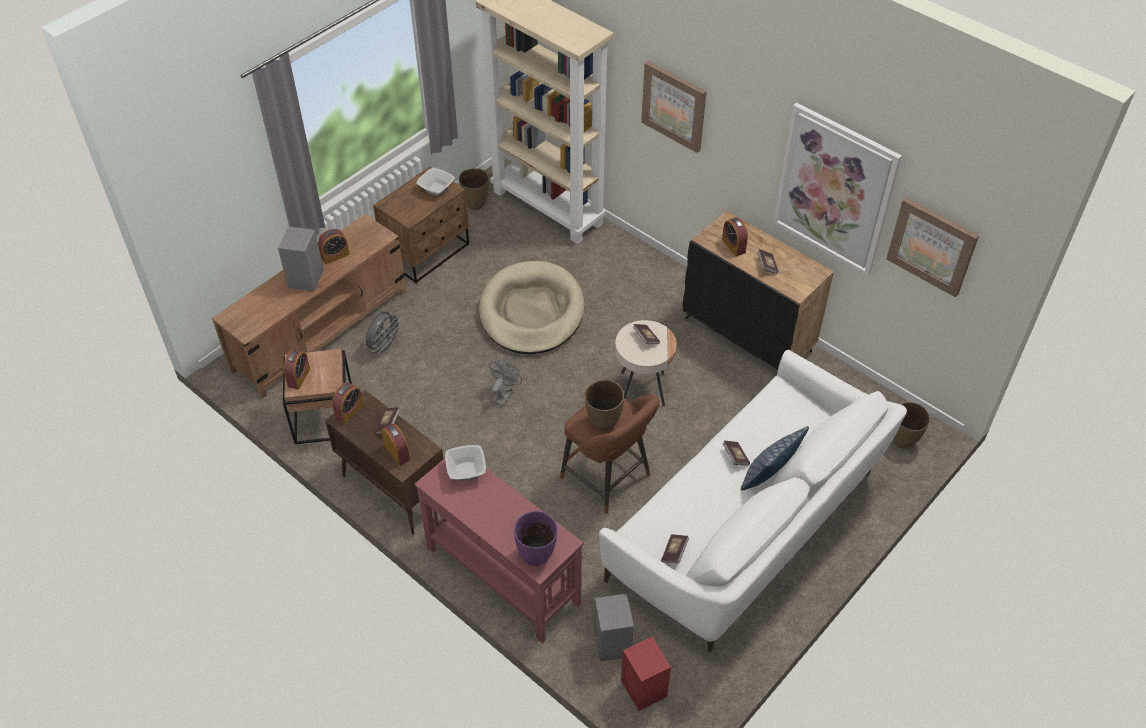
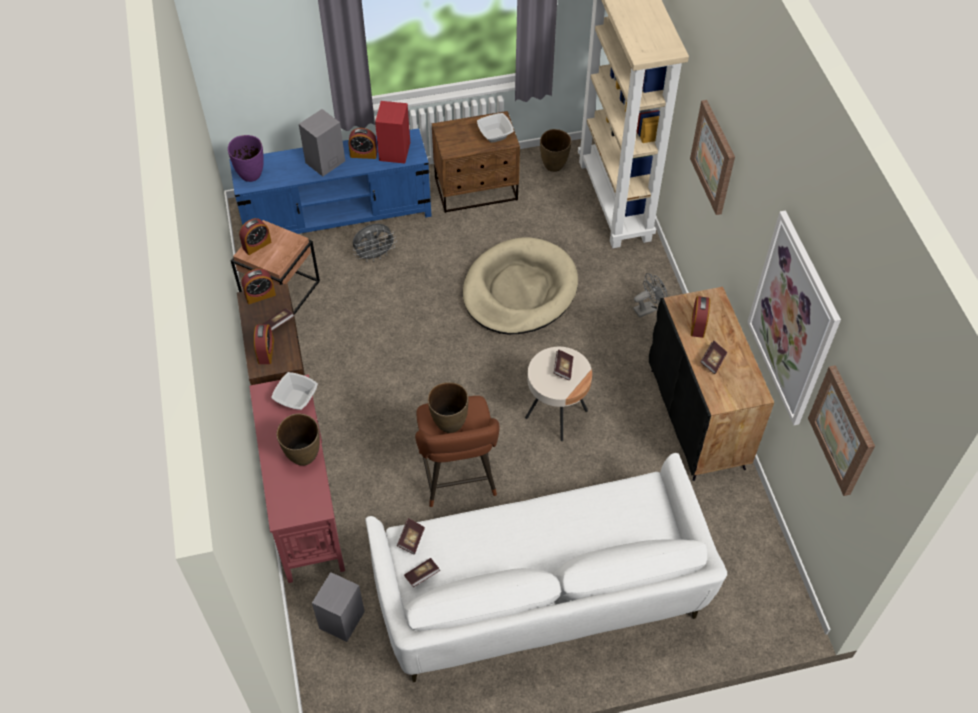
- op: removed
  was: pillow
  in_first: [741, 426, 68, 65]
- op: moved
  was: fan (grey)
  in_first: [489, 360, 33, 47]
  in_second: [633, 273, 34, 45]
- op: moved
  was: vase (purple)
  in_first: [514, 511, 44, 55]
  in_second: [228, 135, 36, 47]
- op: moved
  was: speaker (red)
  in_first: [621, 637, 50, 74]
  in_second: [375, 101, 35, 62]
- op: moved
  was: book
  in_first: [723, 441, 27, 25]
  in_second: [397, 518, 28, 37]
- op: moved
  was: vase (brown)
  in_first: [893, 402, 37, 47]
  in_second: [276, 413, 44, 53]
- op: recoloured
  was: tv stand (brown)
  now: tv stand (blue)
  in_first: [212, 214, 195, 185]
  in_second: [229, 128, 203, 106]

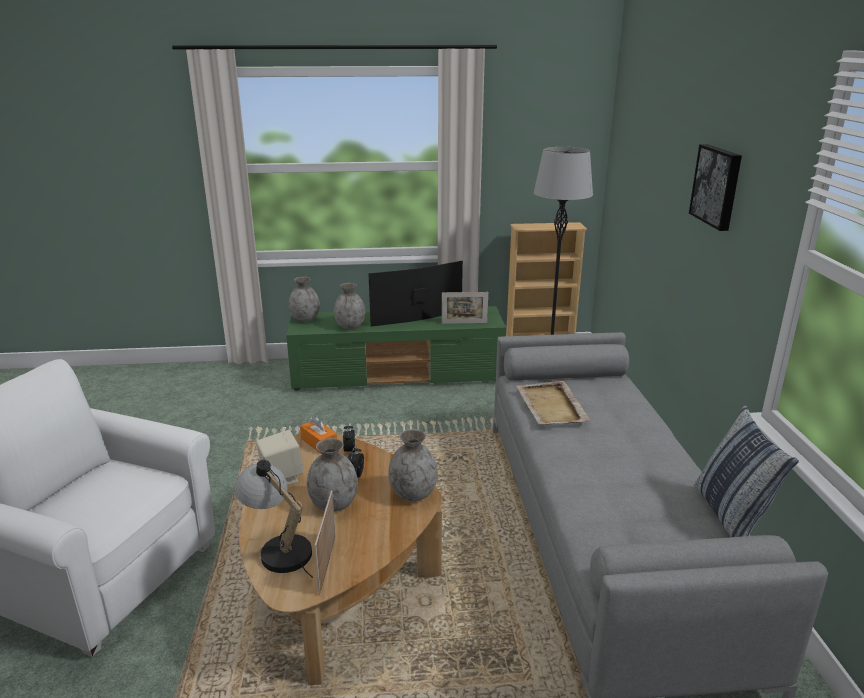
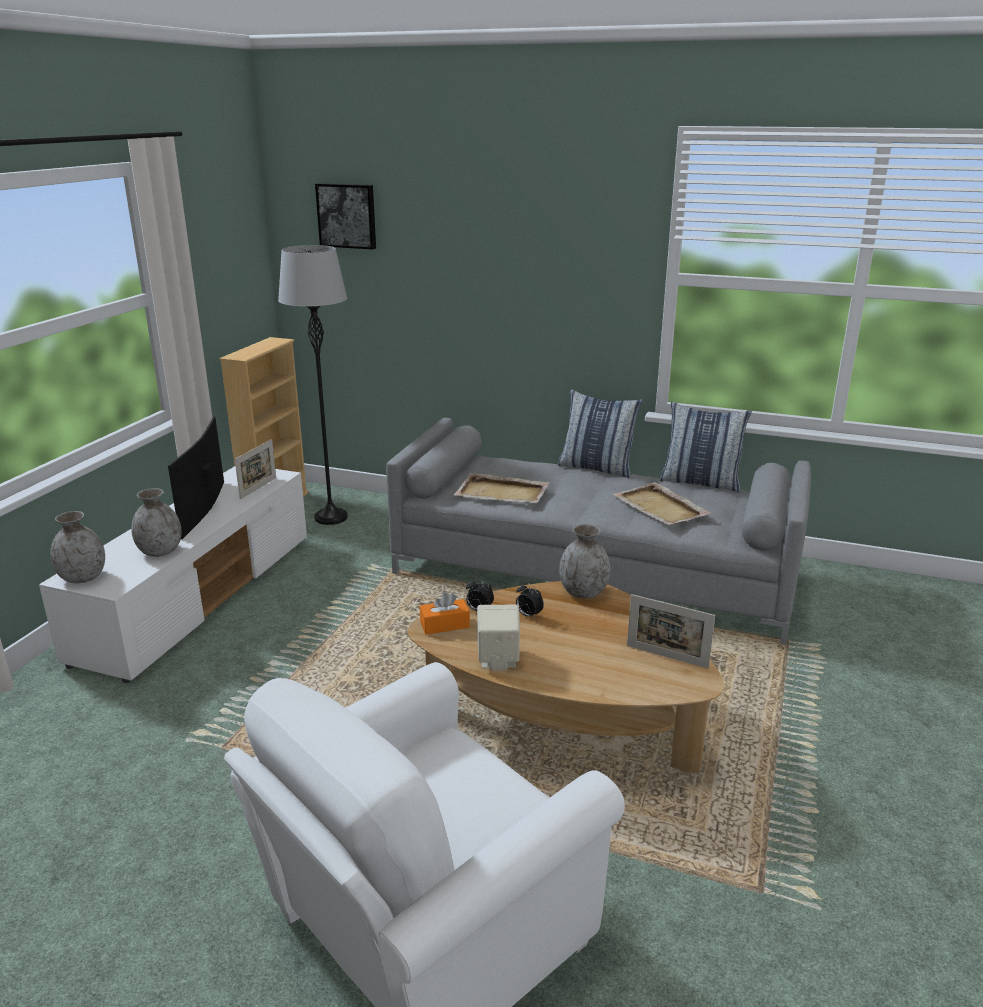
- op: removed
  was: table lamp
  in_first: [235, 460, 78, 118]
- op: removed
  was: vase (grey)
  in_first: [307, 438, 51, 74]
- op: added
  now: pillow
  in_second: [558, 389, 85, 89]
- op: added
  now: tray (beige)
  in_second: [612, 482, 99, 43]
- op: moved
  was: picture
  in_first: [689, 144, 53, 87]
  in_second: [315, 183, 61, 66]
- op: recoloured
  was: tv stand (green)
  now: tv stand (white)
  in_first: [286, 306, 220, 85]
  in_second: [39, 466, 268, 217]

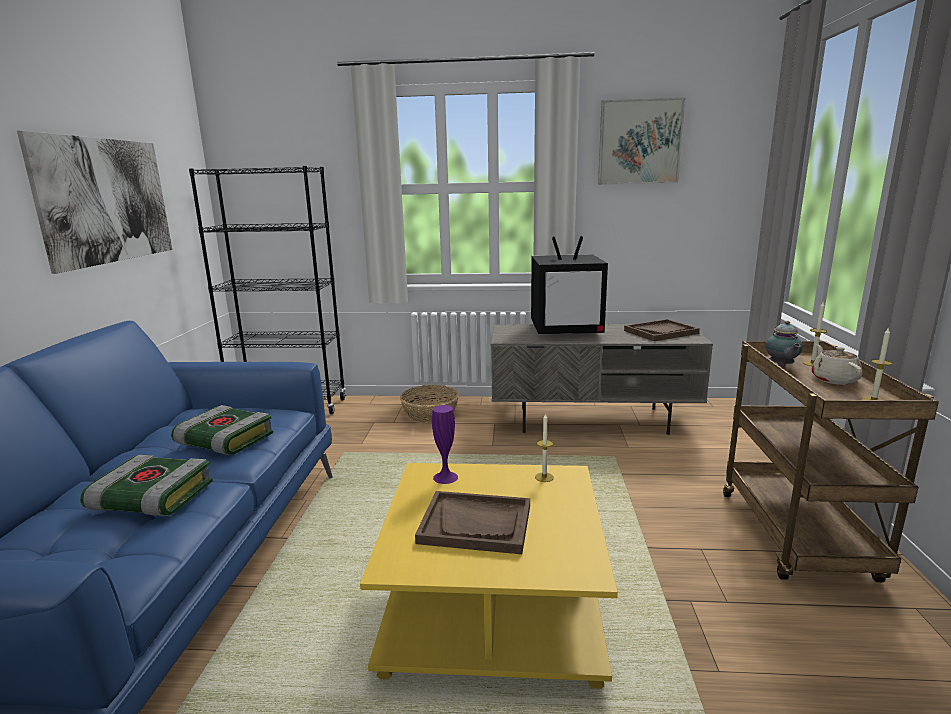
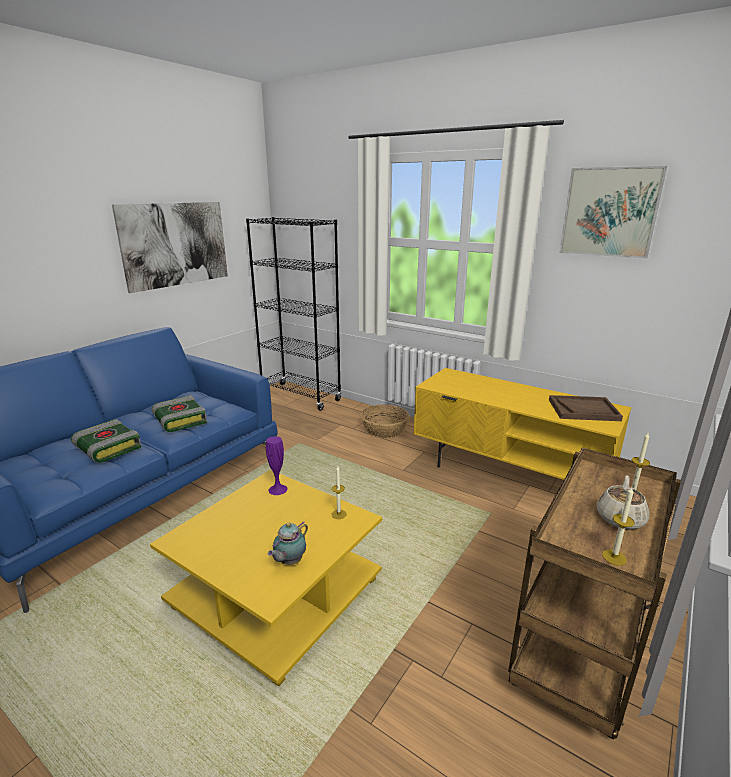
- op: removed
  was: tray (brown)
  in_first: [415, 491, 115, 63]
- op: removed
  was: television
  in_first: [531, 236, 77, 98]
- op: moved
  was: teapot
  in_first: [766, 321, 37, 46]
  in_second: [268, 522, 40, 43]
- op: recoloured
  was: tv stand (grey)
  now: tv stand (yellow)
  in_first: [491, 324, 222, 111]
  in_second: [413, 368, 219, 112]

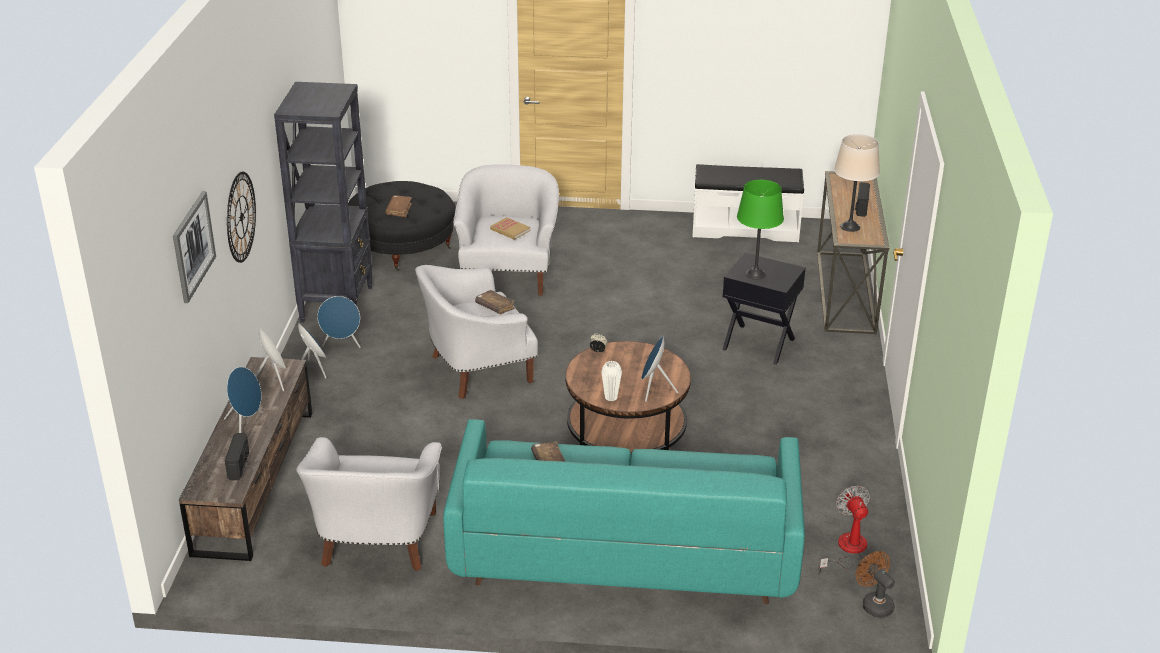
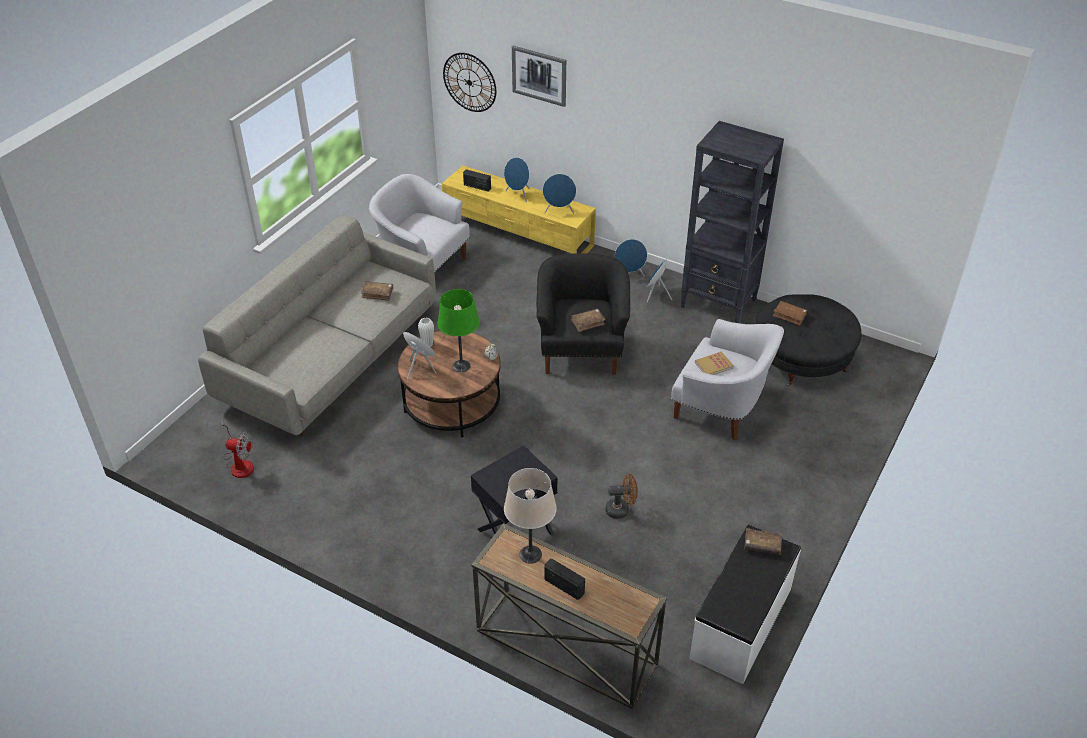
- op: added
  now: book (brown)
  in_second: [744, 528, 38, 27]
- op: moved
  was: wall clock
  in_first: [227, 172, 29, 91]
  in_second: [443, 53, 53, 59]
- op: moved
  was: table lamp (green)
  in_first: [737, 180, 47, 100]
  in_second: [438, 289, 42, 83]
- op: moved
  was: fan (brown)
  in_first: [855, 551, 40, 67]
  in_second: [605, 474, 33, 45]
- op: recoloured
  was: tv stand (brown)
  now: tv stand (yellow)
  in_first: [179, 357, 133, 204]
  in_second: [442, 165, 154, 89]
- op: recoloured
  was: speaker (white)
  now: speaker (blue)
  in_first: [255, 328, 31, 63]
  in_second: [543, 174, 33, 40]
- op: recoloured
  was: armchair (white)
  now: armchair (black)
  in_first: [415, 265, 123, 134]
  in_second: [536, 253, 94, 122]
- op: recoloured
  was: sofa (turquoise)
  now: sofa (grey)
  in_first: [443, 419, 362, 185]
  in_second: [198, 215, 238, 222]

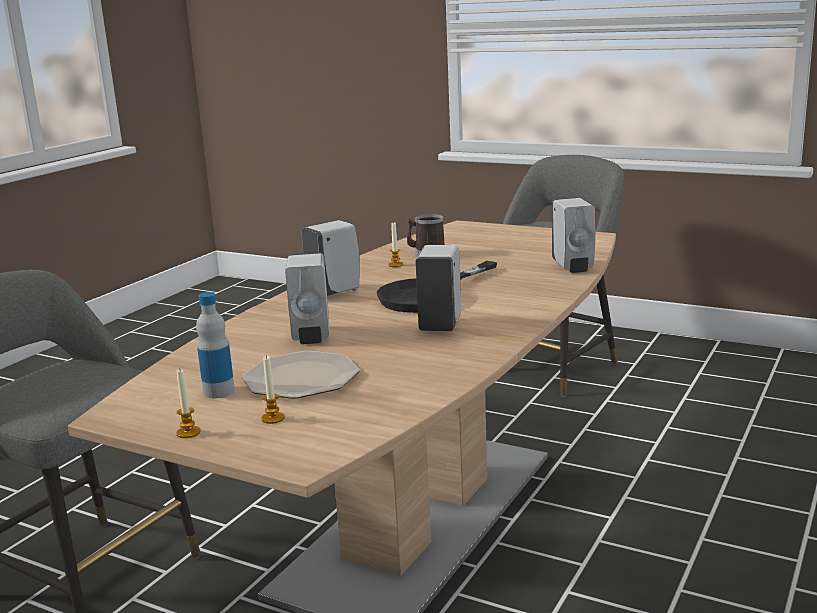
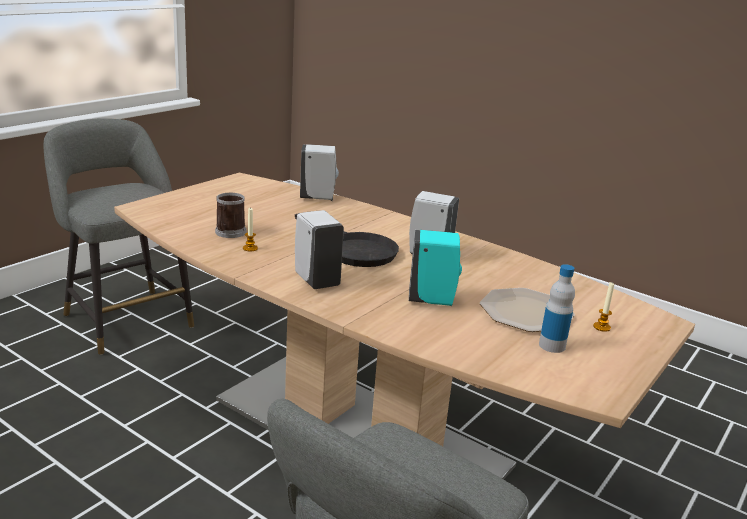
- op: removed
  was: candle
  in_first: [176, 369, 25, 69]
- op: recoloured
  was: soap dispenser (white)
  now: soap dispenser (turquoise)
  in_first: [285, 252, 44, 92]
  in_second: [409, 230, 53, 76]

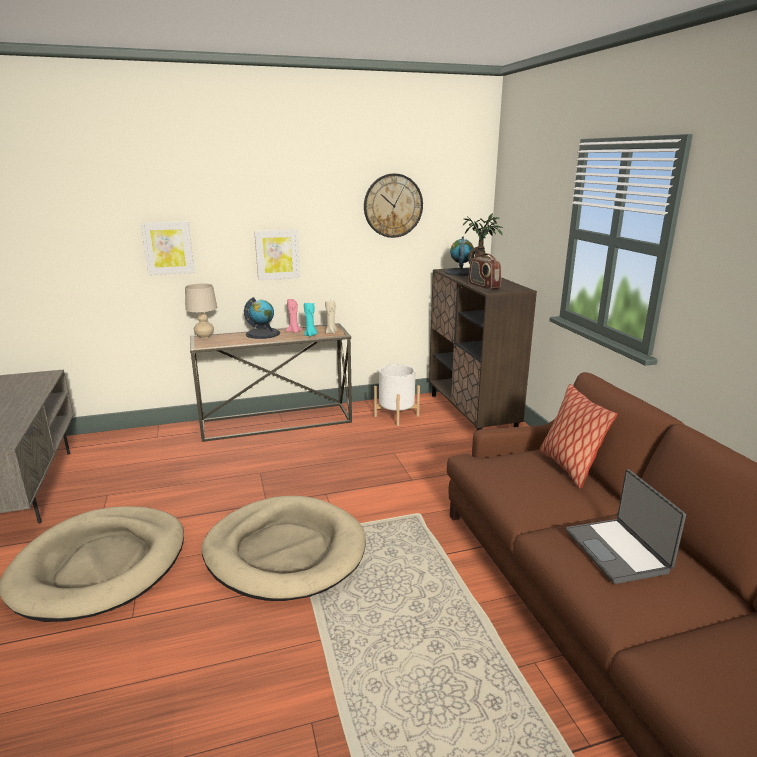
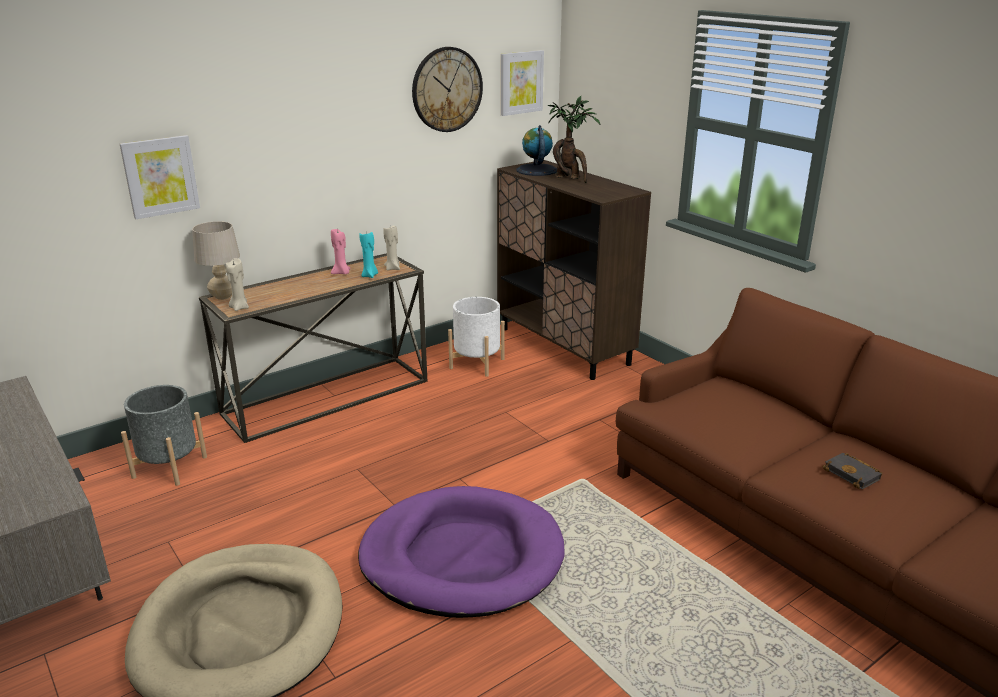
- op: removed
  was: globe
  in_first: [244, 297, 36, 42]
- op: removed
  was: radio
  in_first: [468, 253, 33, 37]
- op: removed
  was: pillow
  in_first: [540, 384, 77, 105]
- op: added
  now: planter (grey)
  in_second: [121, 385, 86, 101]
- op: added
  now: candle (beige)
  in_second: [226, 258, 23, 53]
- op: moved
  was: picture
  in_first: [254, 229, 46, 51]
  in_second: [501, 50, 43, 66]
- op: replaced
  was: laptop
  now: book (black)
  in_first: [566, 469, 120, 115]
  in_second: [823, 453, 60, 36]
- op: recoloured
  was: dog bed (beige)
  now: dog bed (purple)
  in_first: [201, 496, 165, 105]
  in_second: [358, 486, 207, 132]

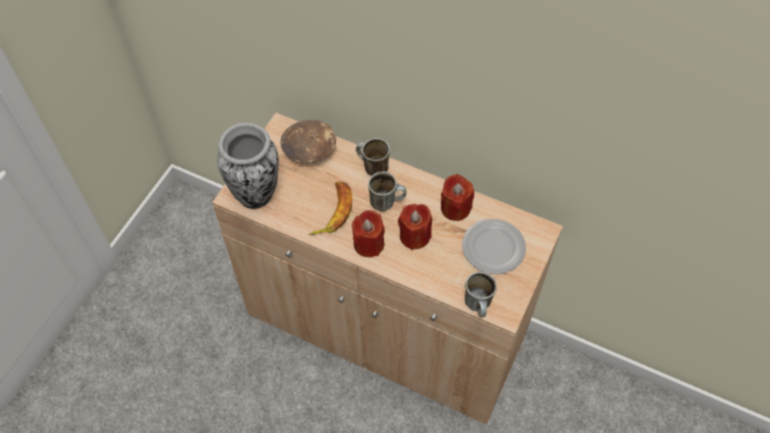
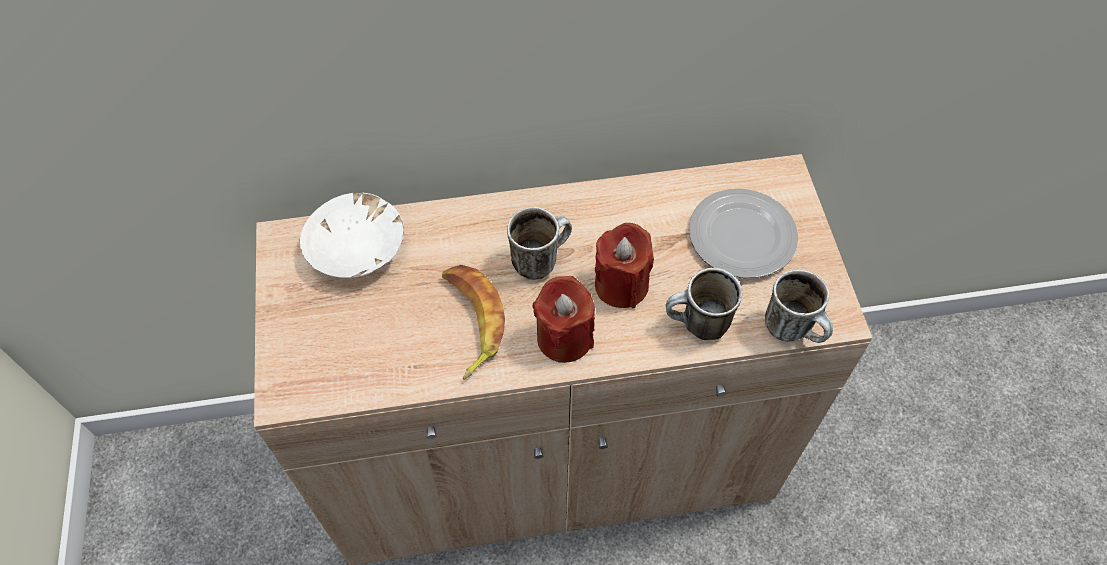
- op: removed
  was: vase
  in_first: [217, 123, 62, 86]
- op: removed
  was: candle (red)
  in_first: [441, 174, 33, 47]
- op: moved
  was: mug
  in_first: [356, 138, 34, 38]
  in_second: [666, 268, 76, 72]
- op: recoloured
  was: bowl (brown)
  now: bowl (white)
  in_first: [281, 120, 55, 44]
  in_second: [300, 193, 104, 85]

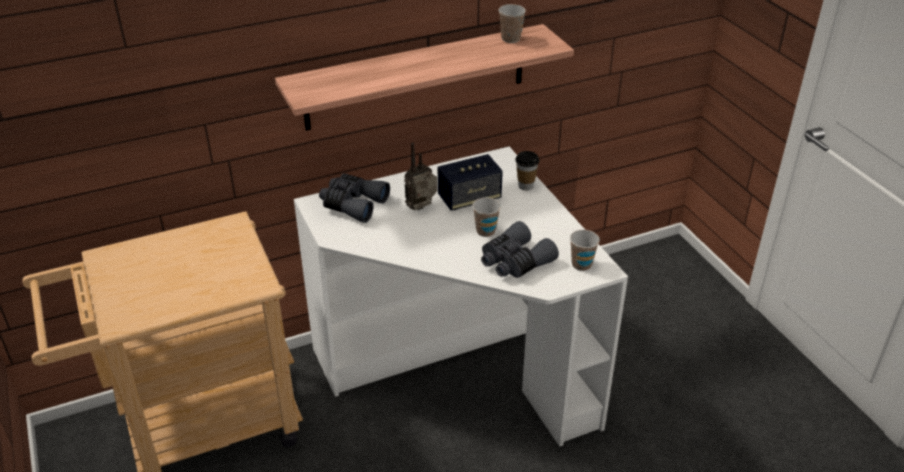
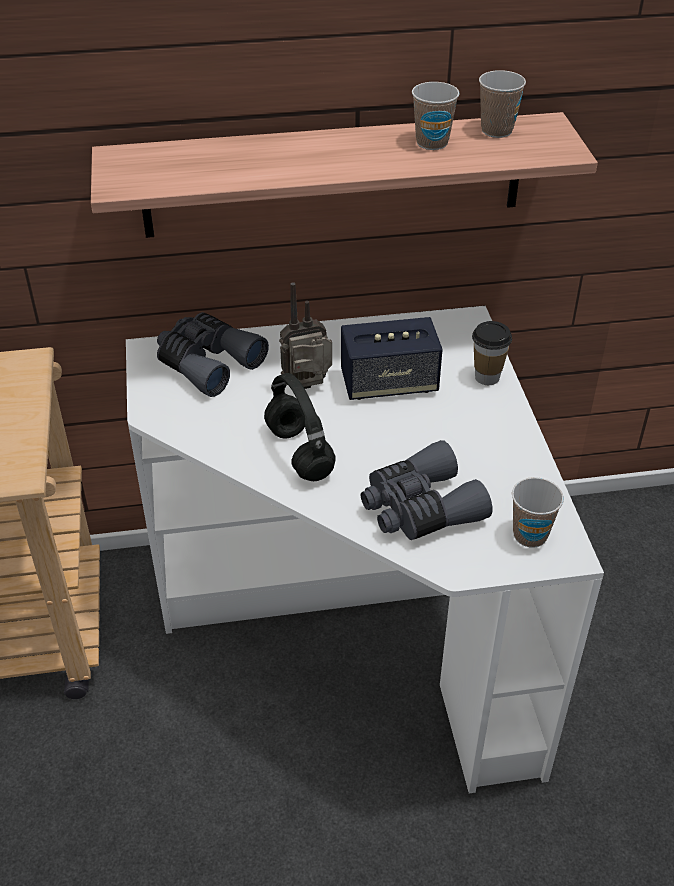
- op: added
  now: headphones (black)
  in_second: [264, 373, 71, 108]
- op: moved
  was: cup
  in_first: [473, 197, 28, 40]
  in_second: [412, 82, 48, 68]

